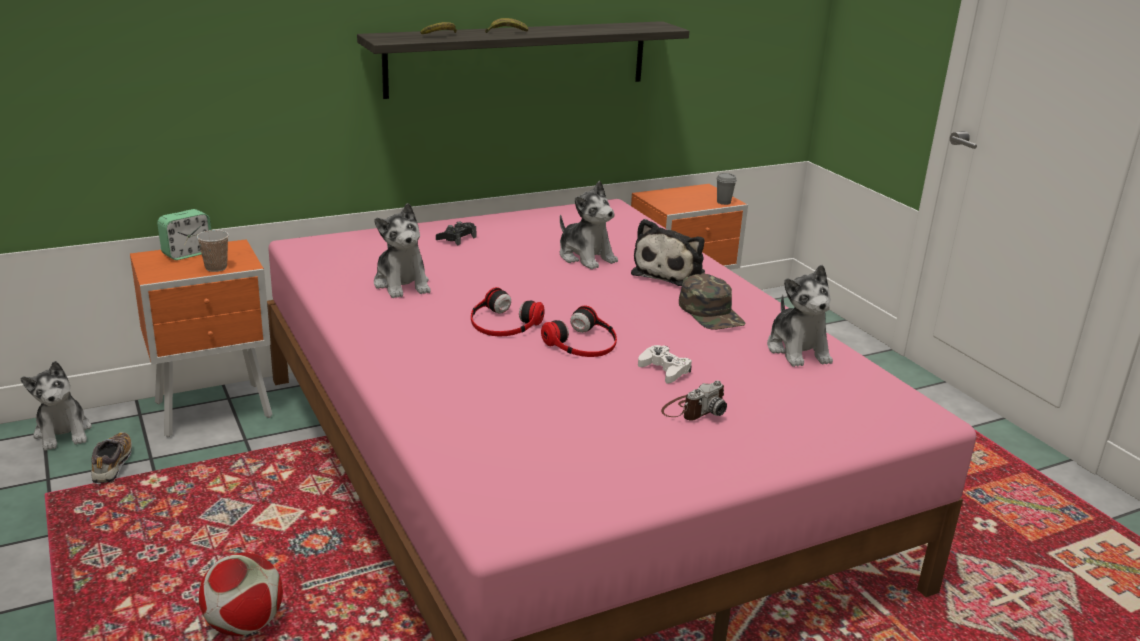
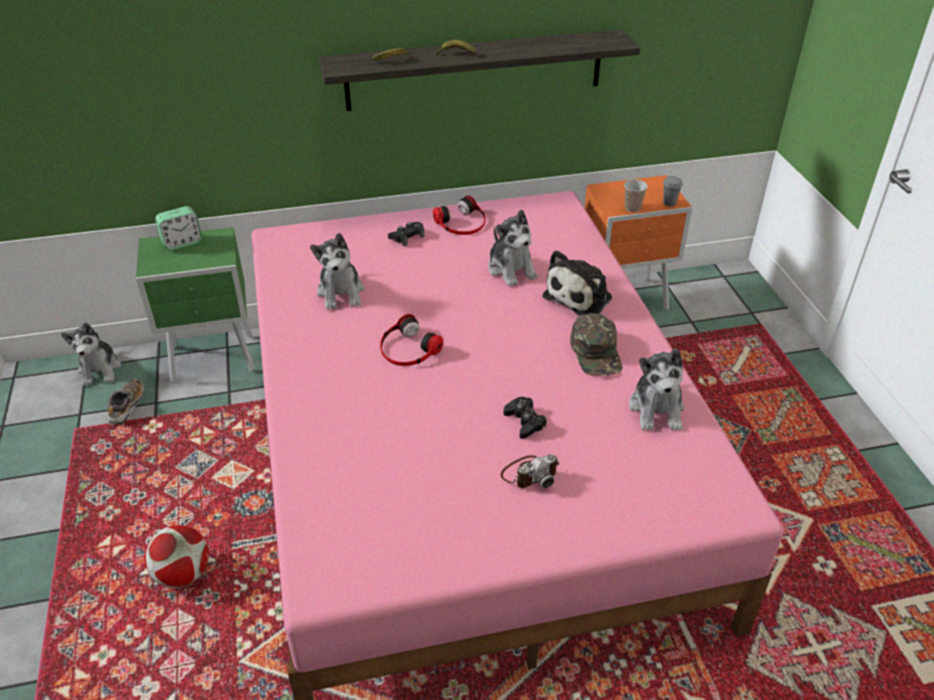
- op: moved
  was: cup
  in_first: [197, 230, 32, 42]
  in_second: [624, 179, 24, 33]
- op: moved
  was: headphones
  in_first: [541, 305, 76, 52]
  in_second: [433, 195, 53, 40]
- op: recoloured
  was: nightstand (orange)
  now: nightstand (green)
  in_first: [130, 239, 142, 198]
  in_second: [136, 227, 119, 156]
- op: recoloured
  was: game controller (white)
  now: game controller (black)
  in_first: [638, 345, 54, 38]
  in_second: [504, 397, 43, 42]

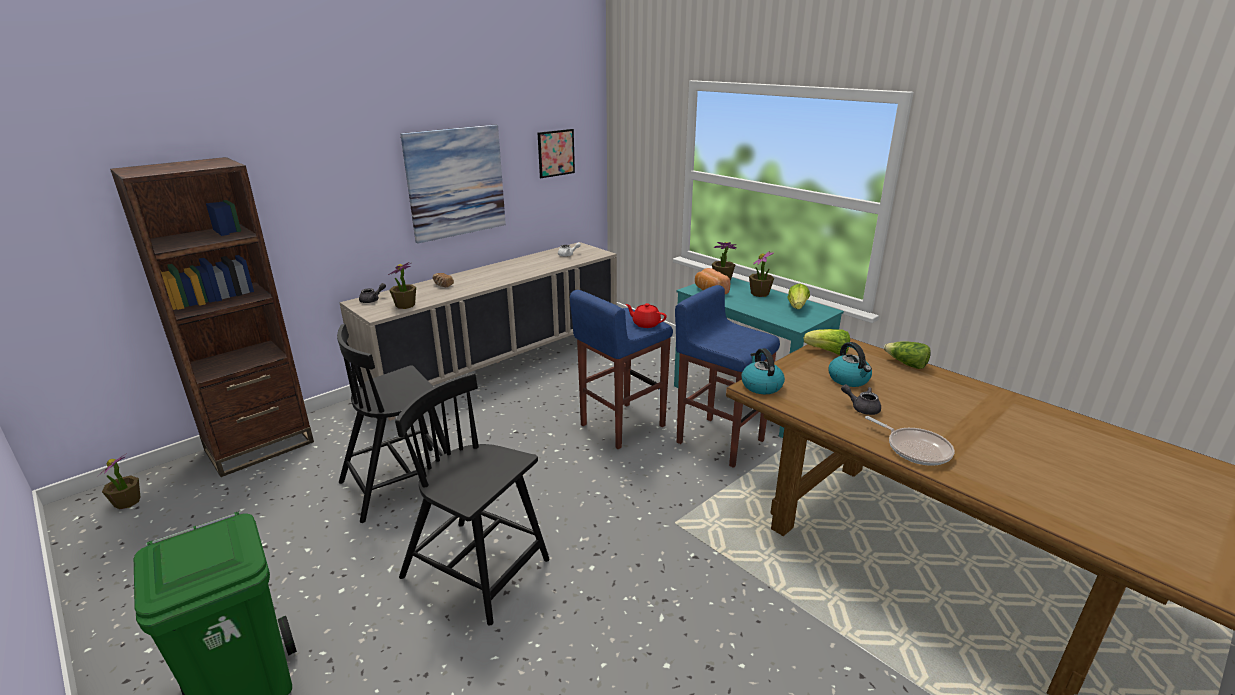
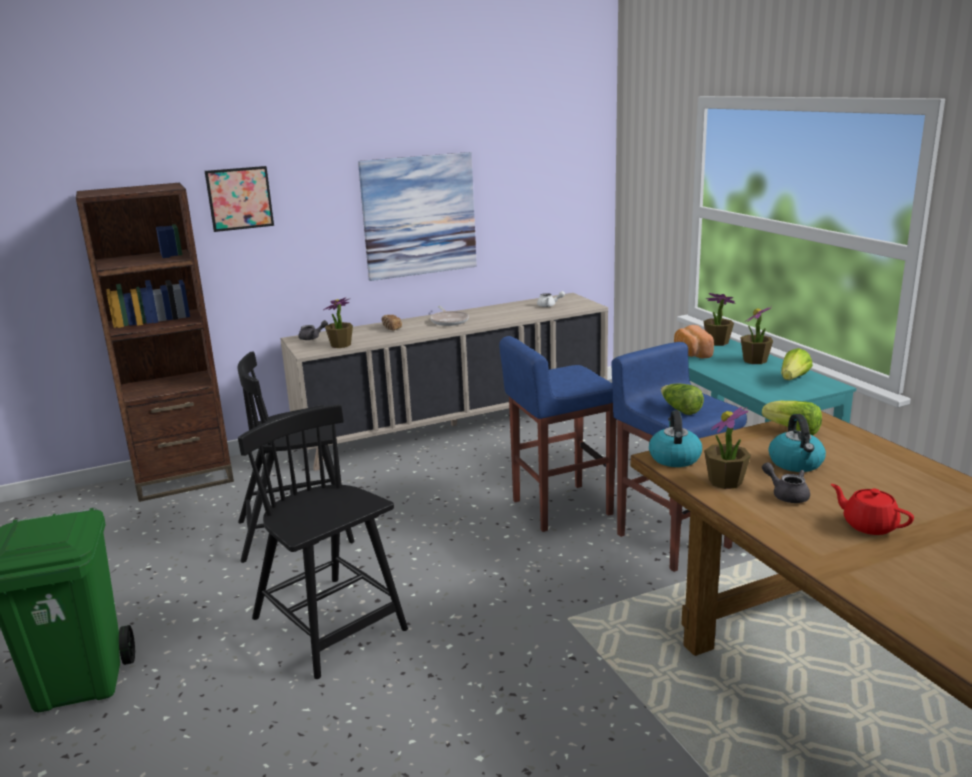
- op: moved
  was: potted plant
  in_first: [97, 453, 43, 56]
  in_second: [704, 407, 47, 82]
- op: moved
  was: picture
  in_first: [538, 129, 37, 49]
  in_second: [205, 166, 69, 66]
- op: moved
  was: teapot (red)
  in_first: [625, 303, 42, 25]
  in_second: [831, 484, 83, 51]
- op: moved
  was: frying pan
  in_first: [865, 416, 89, 50]
  in_second: [430, 306, 39, 20]
- op: moved
  was: lettuce
  in_first: [884, 341, 47, 28]
  in_second: [661, 384, 43, 31]

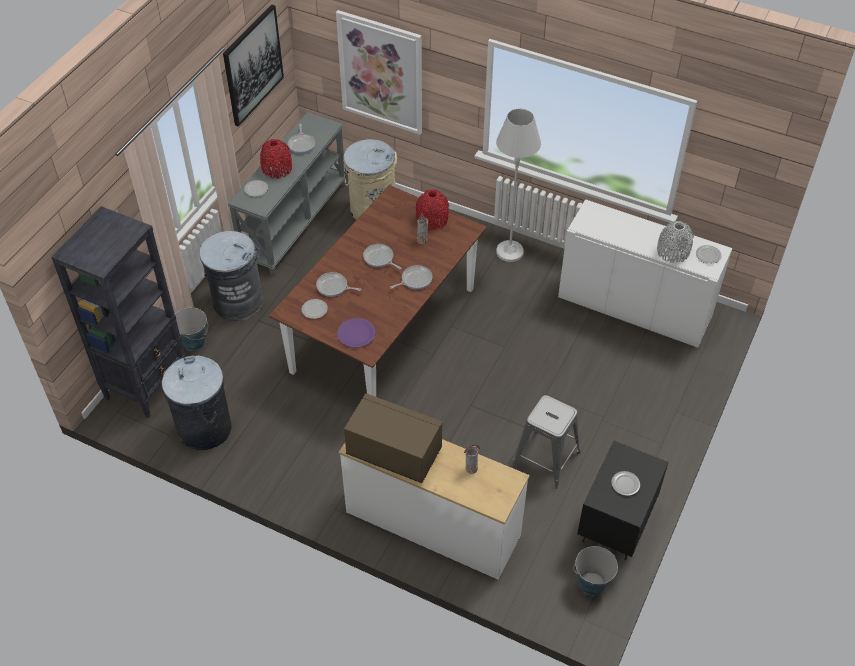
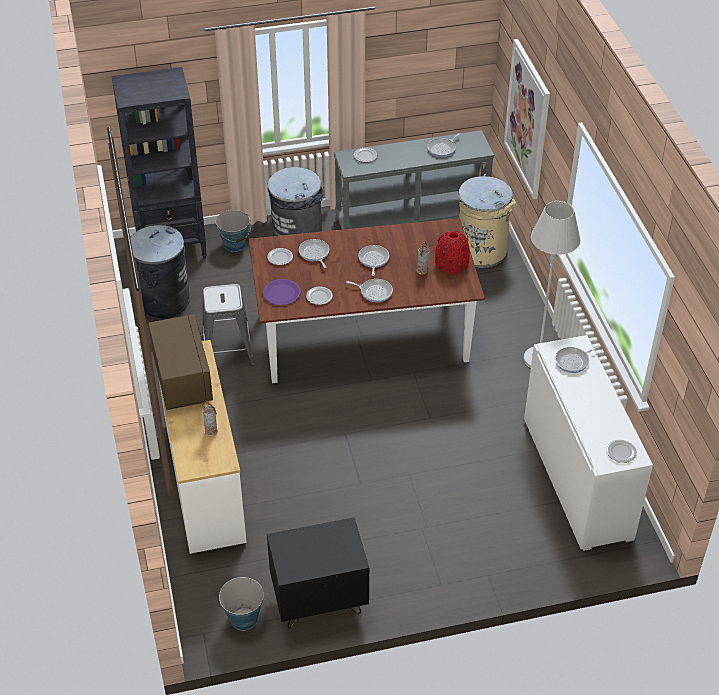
- op: removed
  was: picture
  in_first: [223, 4, 61, 123]
- op: removed
  was: vase (red)
  in_first: [260, 139, 32, 40]
- op: removed
  was: vase (grey)
  in_first: [657, 221, 37, 42]
- op: added
  now: frying pan
  in_second: [555, 345, 45, 28]
- op: moved
  was: stool (grey)
  in_first: [512, 395, 68, 94]
  in_second: [202, 284, 53, 82]
- op: moved
  was: plate
  in_first: [611, 471, 29, 25]
  in_second: [306, 287, 27, 18]

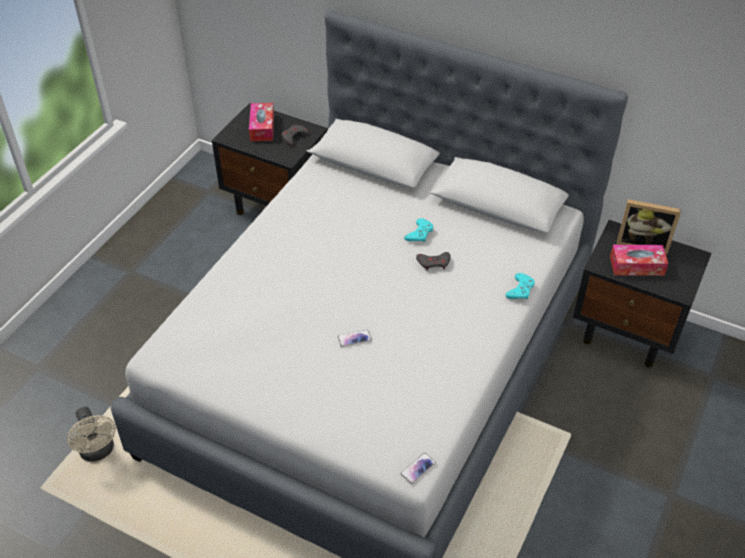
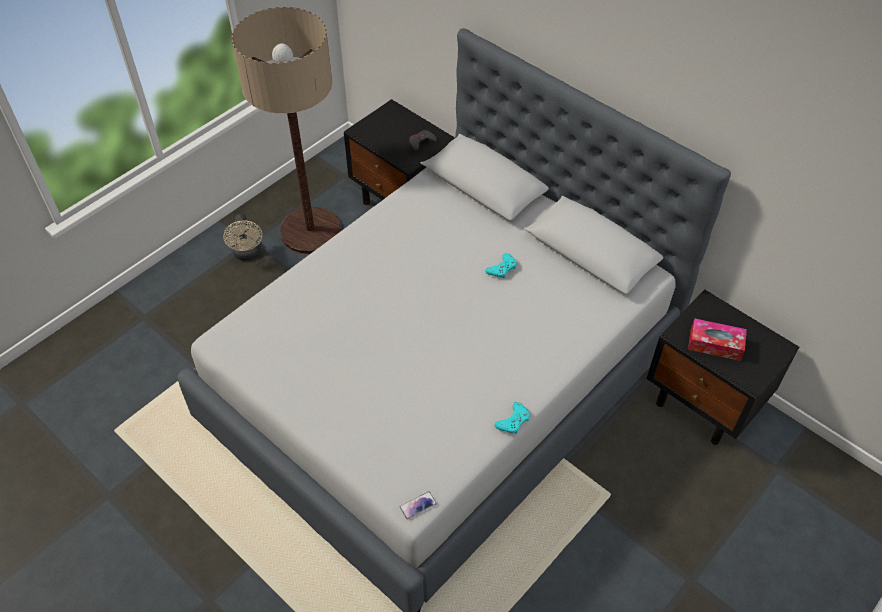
- op: removed
  was: tissue box
  in_first: [249, 103, 25, 38]
- op: removed
  was: phone
  in_first: [338, 330, 34, 17]
- op: removed
  was: game controller (grey)
  in_first: [416, 252, 35, 19]
- op: removed
  was: picture frame
  in_first: [616, 199, 65, 55]
- op: added
  now: floor lamp
  in_second: [232, 7, 109, 247]
- op: moved
  was: fan (beige)
  in_first: [67, 407, 49, 55]
  in_second: [223, 214, 40, 47]
- op: moved
  was: game controller (turquoise)
  in_first: [506, 273, 29, 26]
  in_second: [494, 402, 36, 32]

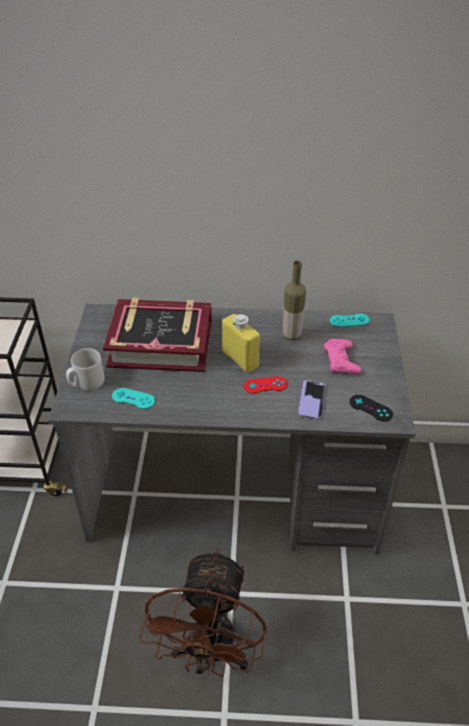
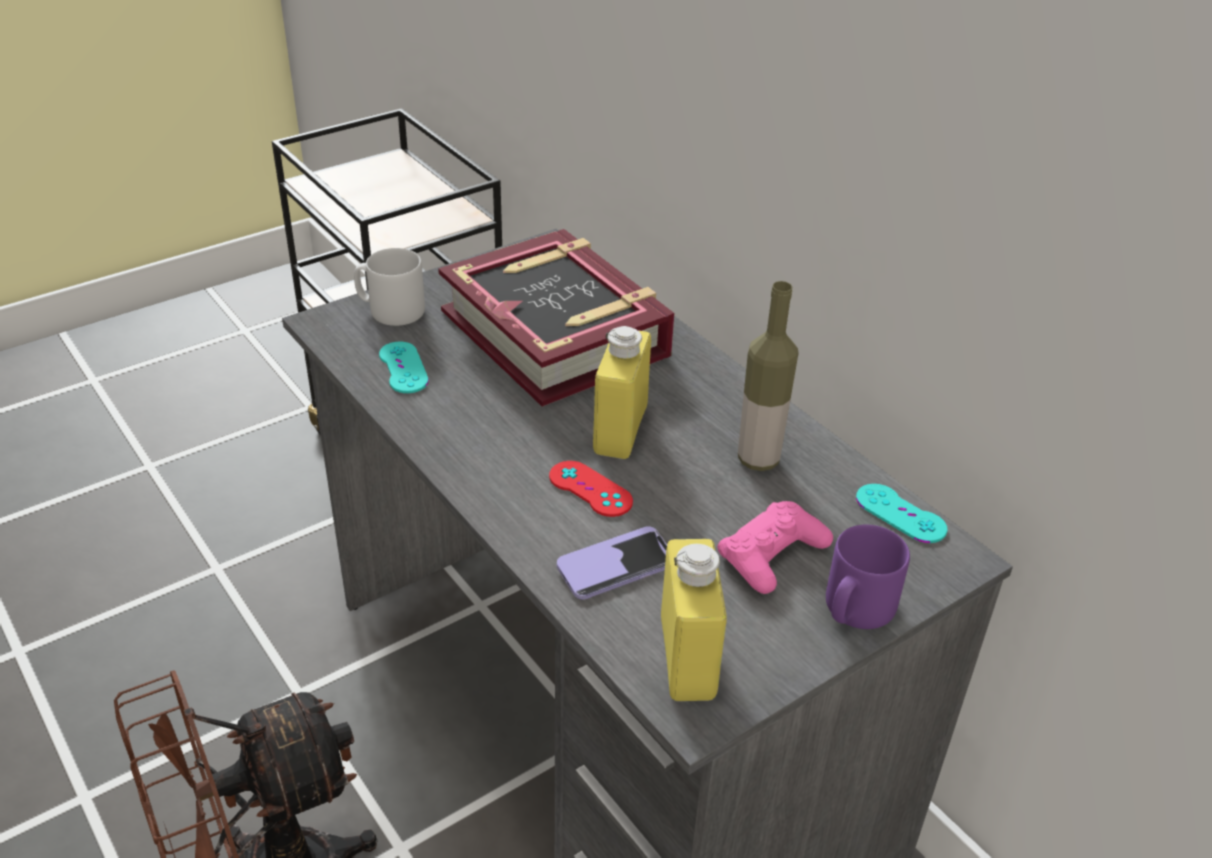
- op: added
  now: mug (purple)
  in_second: [826, 525, 84, 104]
- op: replaced
  was: game controller (black)
  now: bottle (yellow)
  in_first: [350, 395, 43, 27]
  in_second: [661, 539, 66, 162]

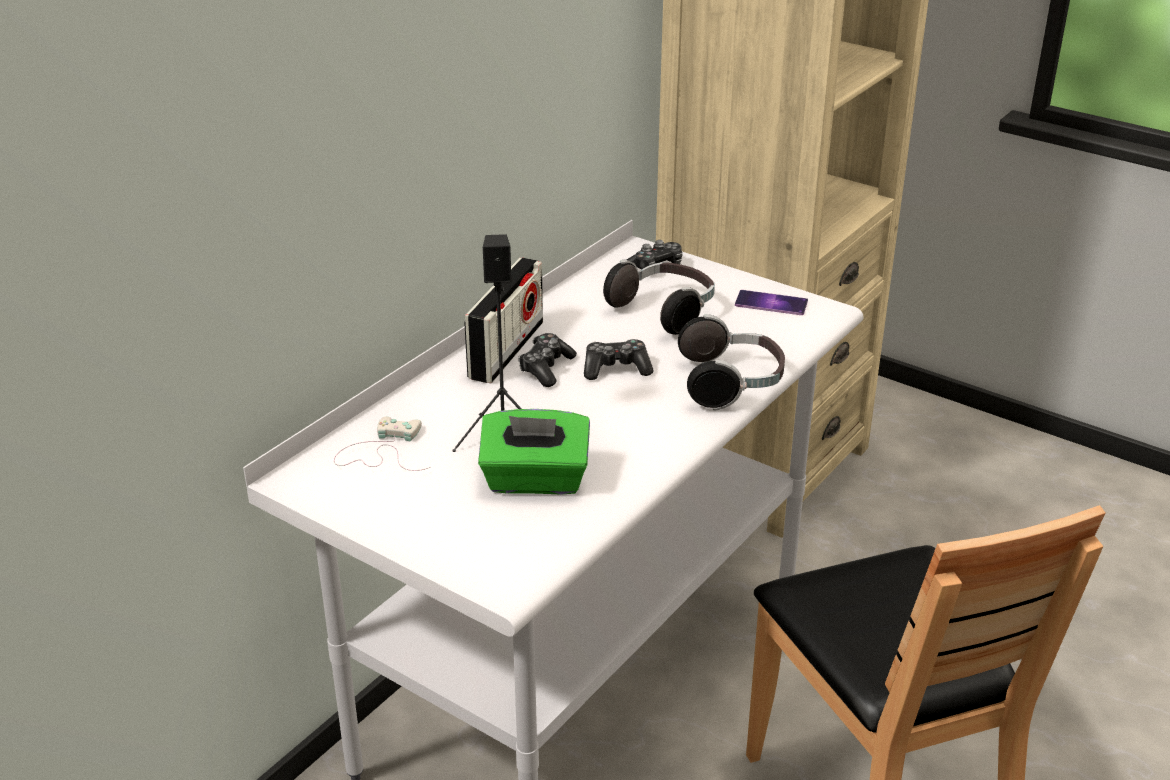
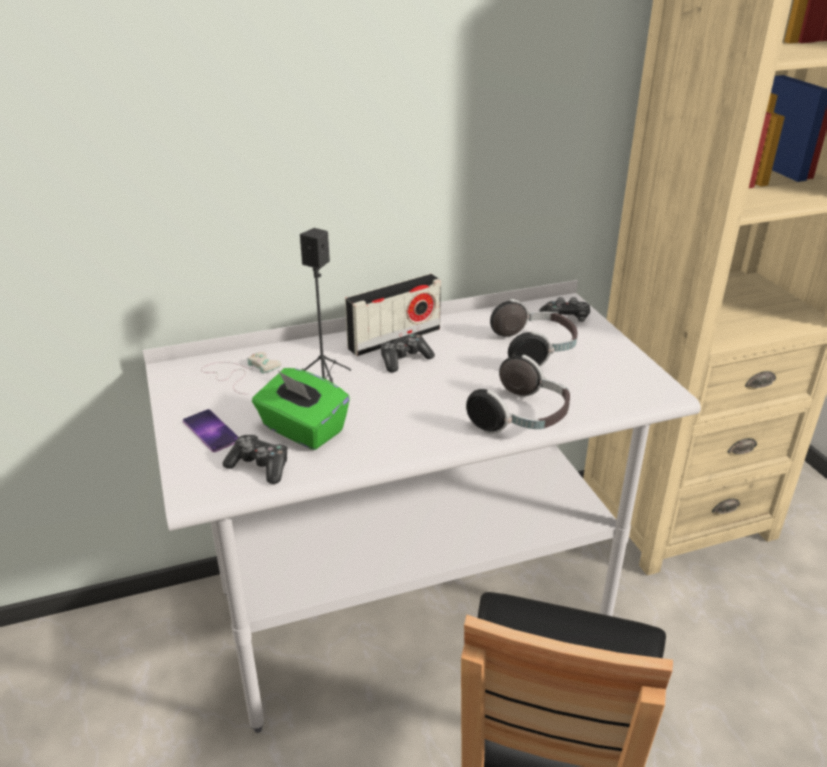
- op: moved
  was: game controller
  in_first: [584, 339, 69, 41]
  in_second: [223, 434, 65, 50]
- op: moved
  was: phone
  in_first: [735, 290, 73, 25]
  in_second: [183, 409, 56, 43]

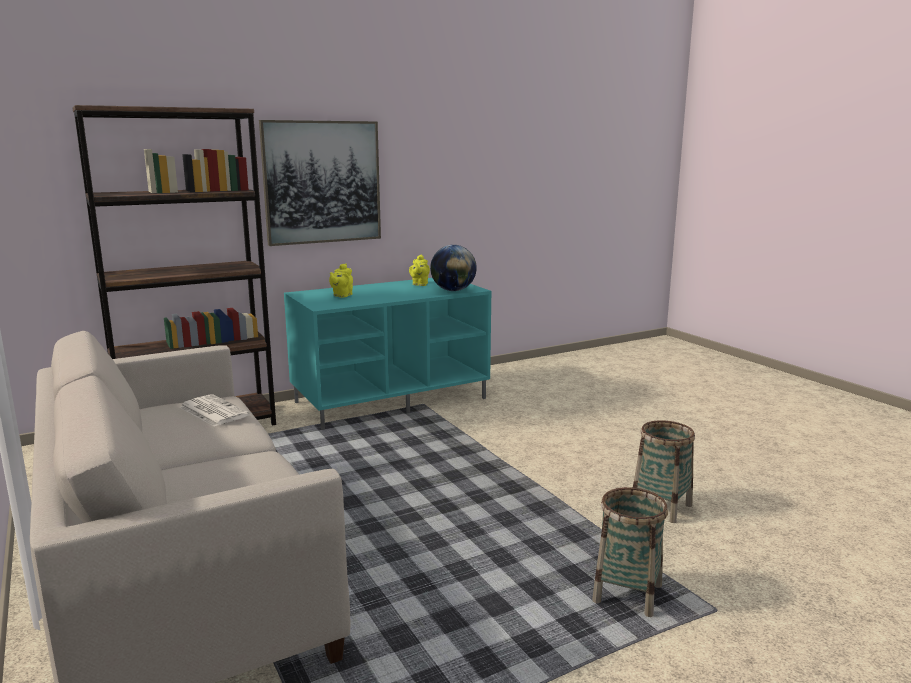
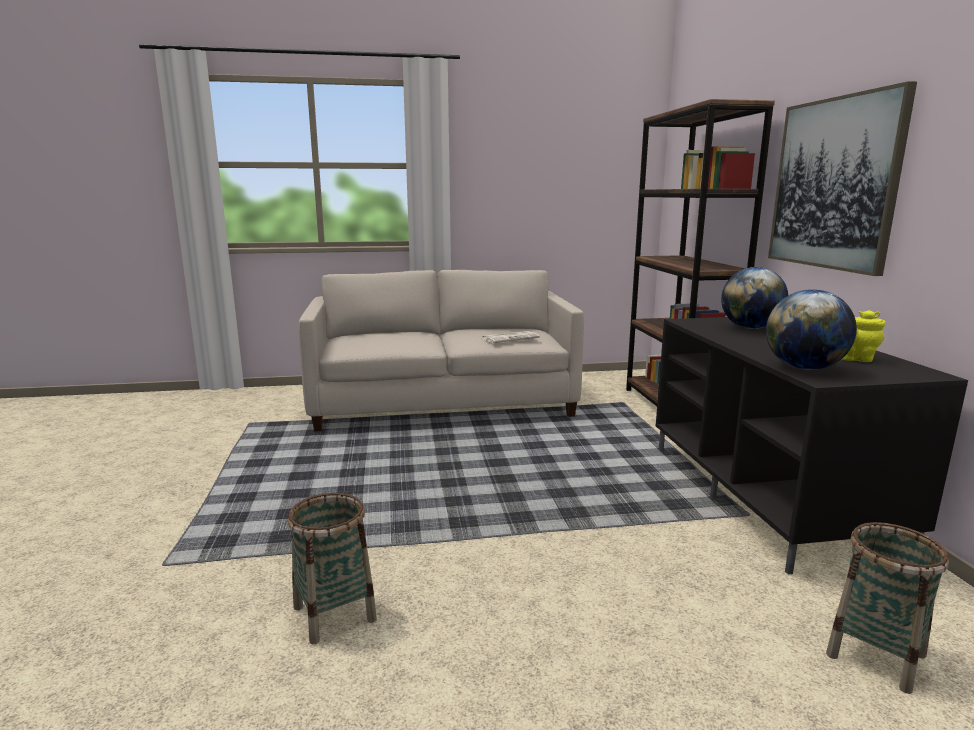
- op: moved
  was: basket
  in_first: [592, 487, 76, 130]
  in_second: [826, 522, 123, 172]
- op: replaced
  was: teapot (yellow)
  now: globe
  in_first: [329, 263, 24, 35]
  in_second: [721, 267, 67, 62]
- op: recoloured
  was: tv stand (turquoise)
  now: tv stand (black)
  in_first: [284, 278, 207, 152]
  in_second: [656, 317, 312, 257]

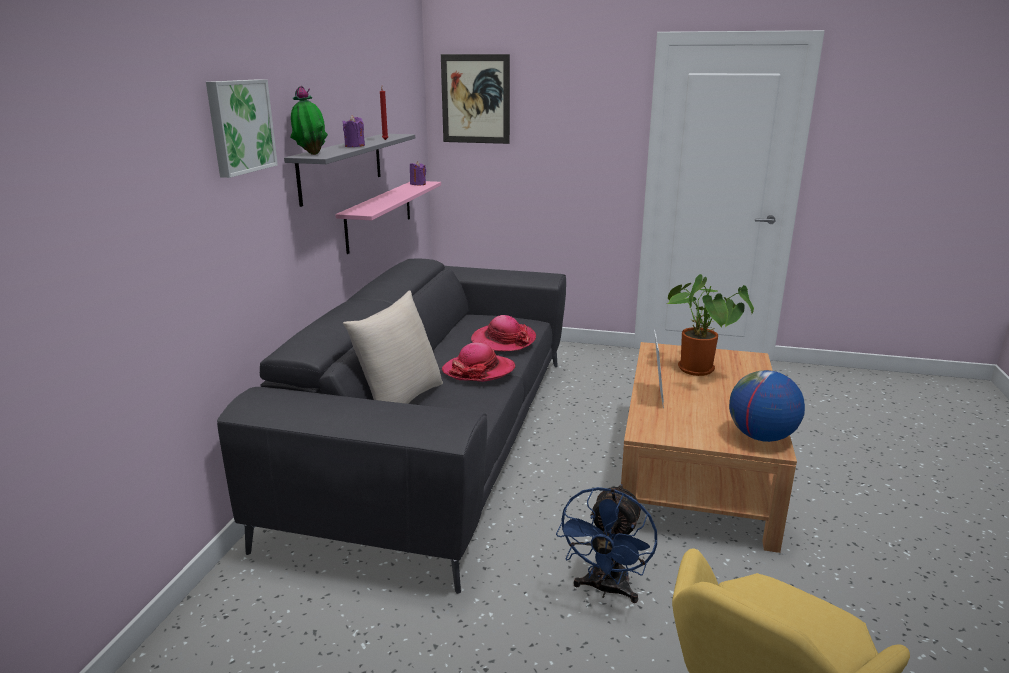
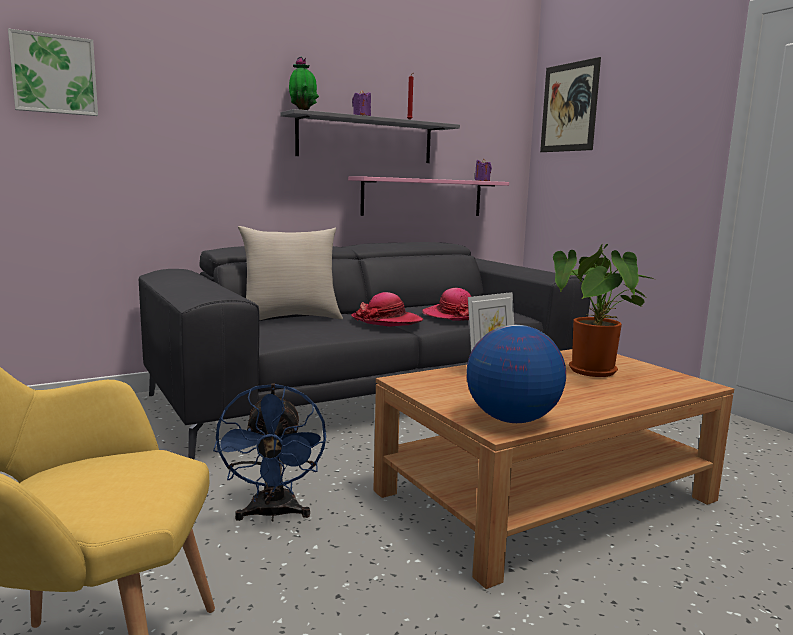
- op: moved
  was: picture
  in_first: [206, 79, 72, 99]
  in_second: [8, 29, 90, 87]
- op: turned
  was: fan (blue)
  in_first: [556, 484, 101, 119]
  in_second: [213, 383, 113, 139]
  clockwise: -75

